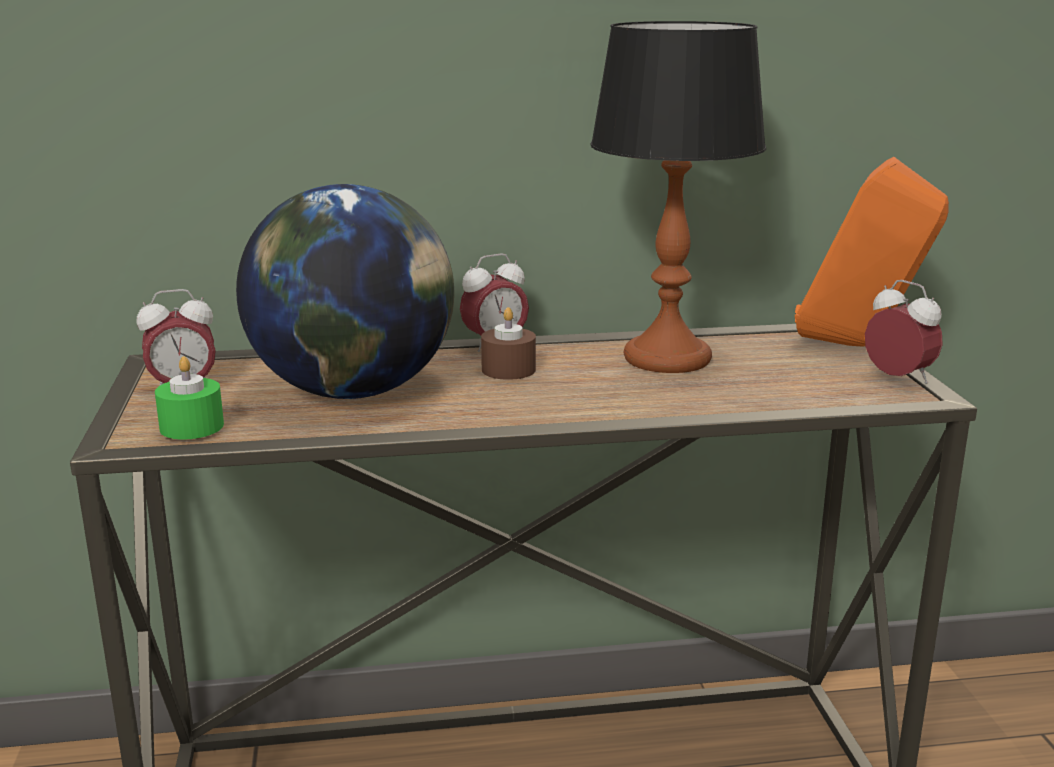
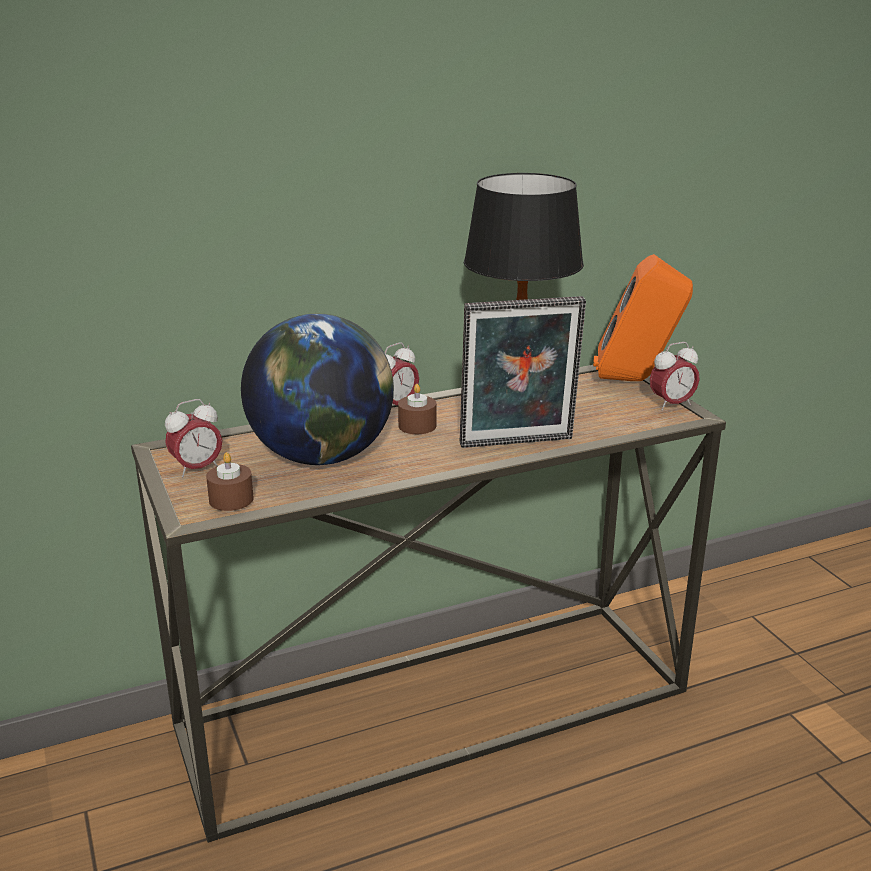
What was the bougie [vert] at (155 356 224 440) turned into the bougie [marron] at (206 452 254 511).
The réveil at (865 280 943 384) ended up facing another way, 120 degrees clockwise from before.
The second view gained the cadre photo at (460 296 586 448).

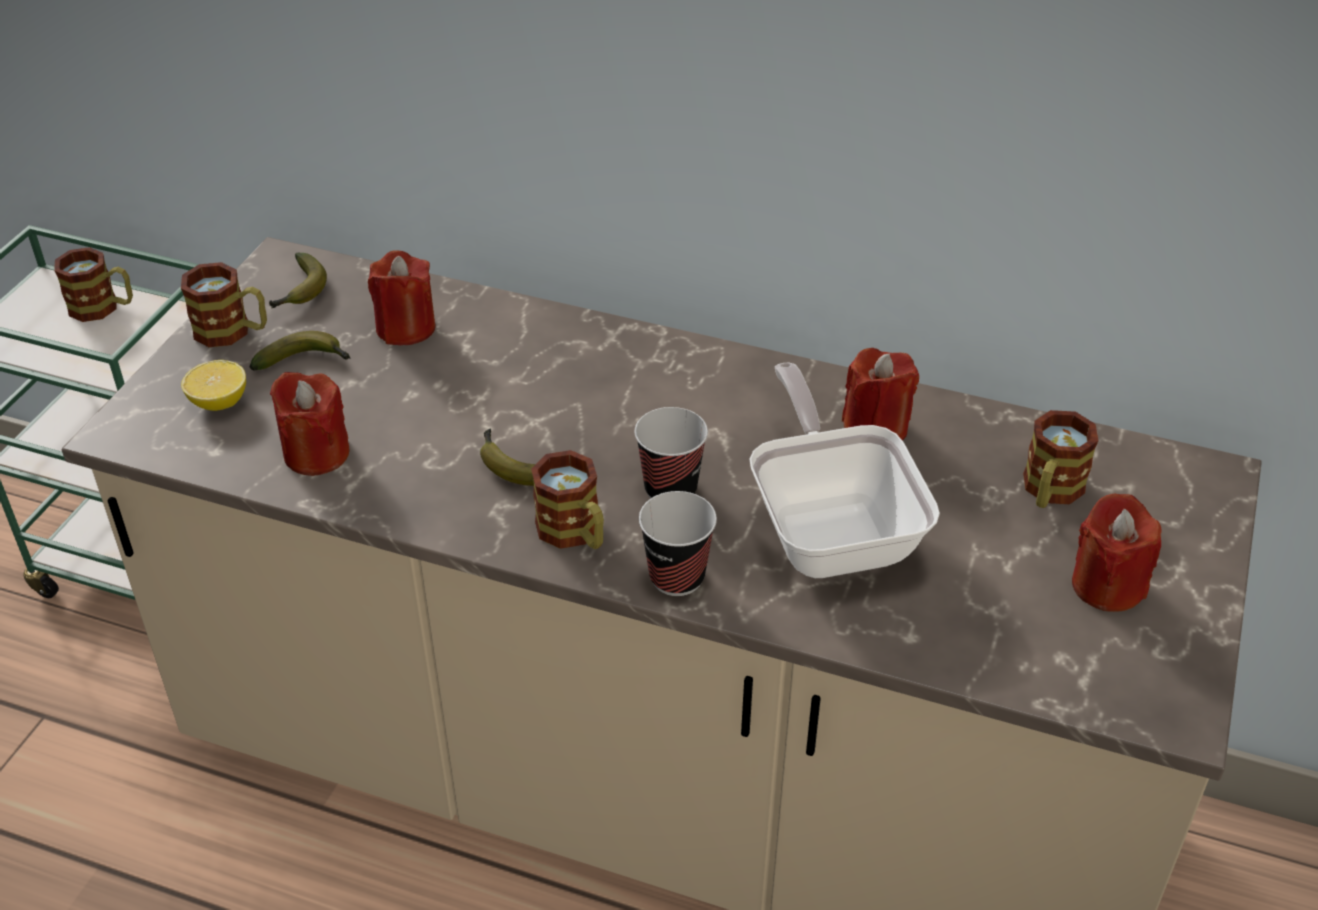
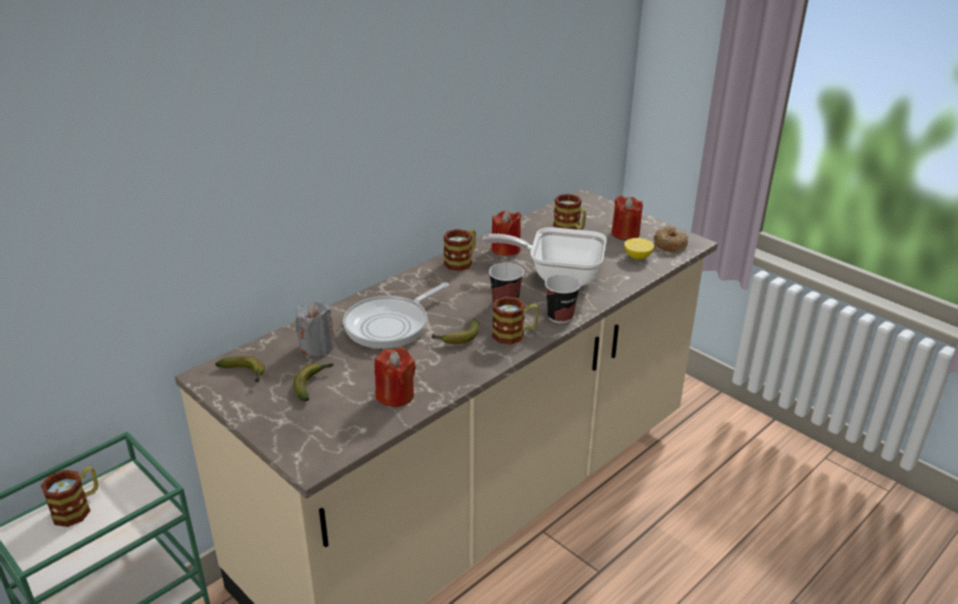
The mug ended up elsewhere, having gone from (181 262 267 347) to (443 229 476 271).
The citron ended up elsewhere, having gone from (181 360 246 411) to (624 238 654 259).
What was the bougie [rouge] at (368 251 435 345) turned into the bougie [gris] at (295 301 335 356).
The second view gained the poêle at (343 282 449 349).
The second view gained the beignet at (654 227 688 252).

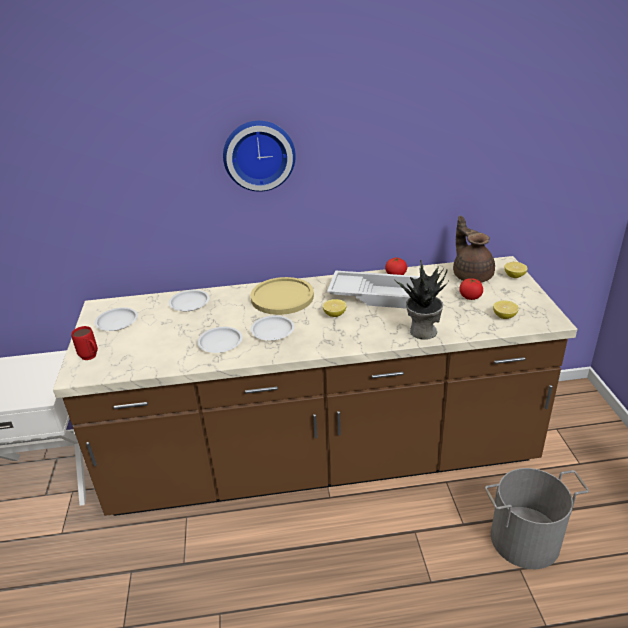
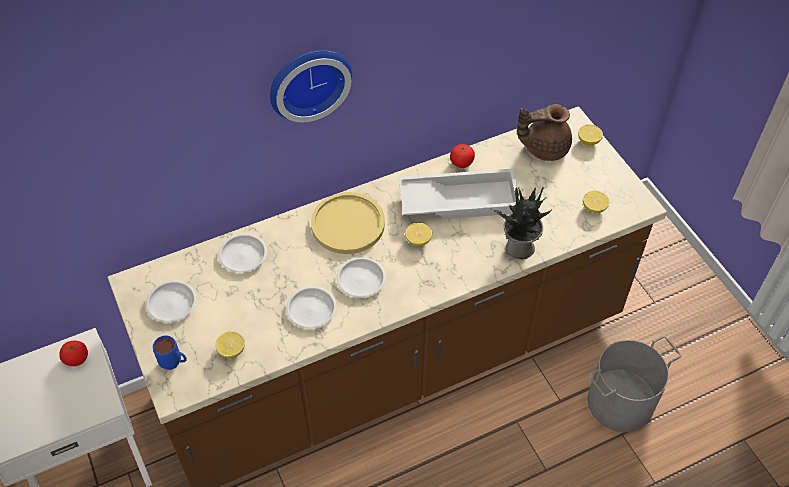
What was the mug [rouge] at (71 326 98 360) turned into the mug [bleu] at (153 335 187 370).
The théière [marron] at (453 216 495 283) ended up facing another way, 60 degrees counterclockwise from before.
The tomate ended up elsewhere, having gone from (459 278 483 300) to (59 341 88 366).
The second view gained the citron at (215 331 245 358).

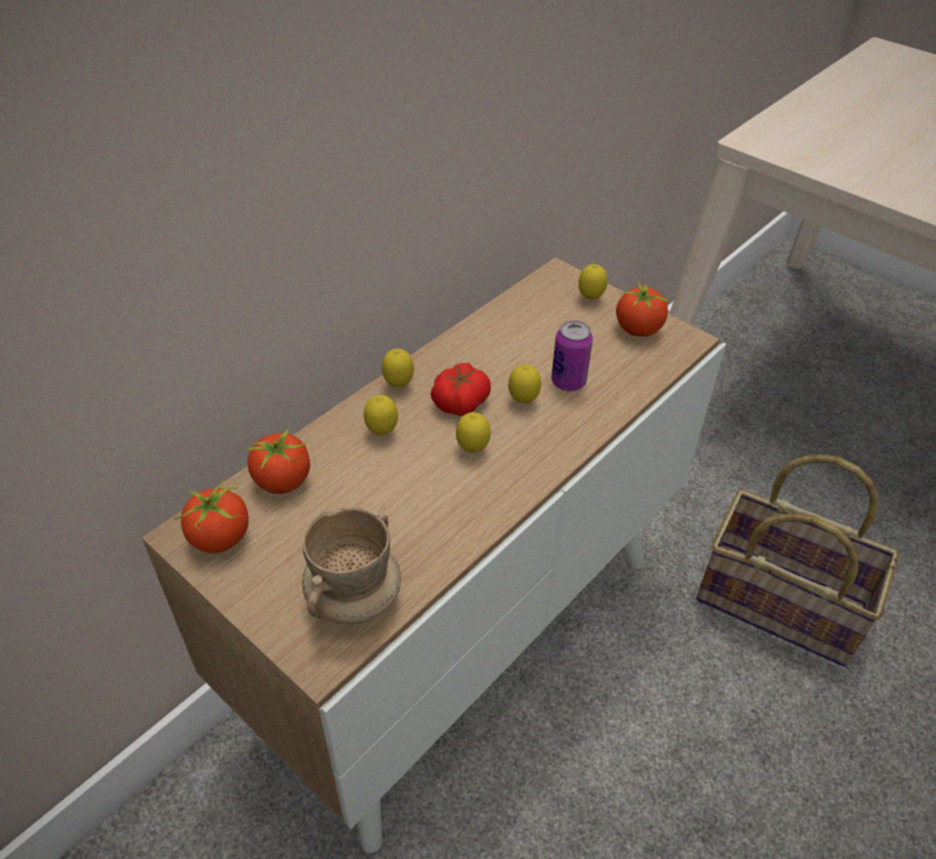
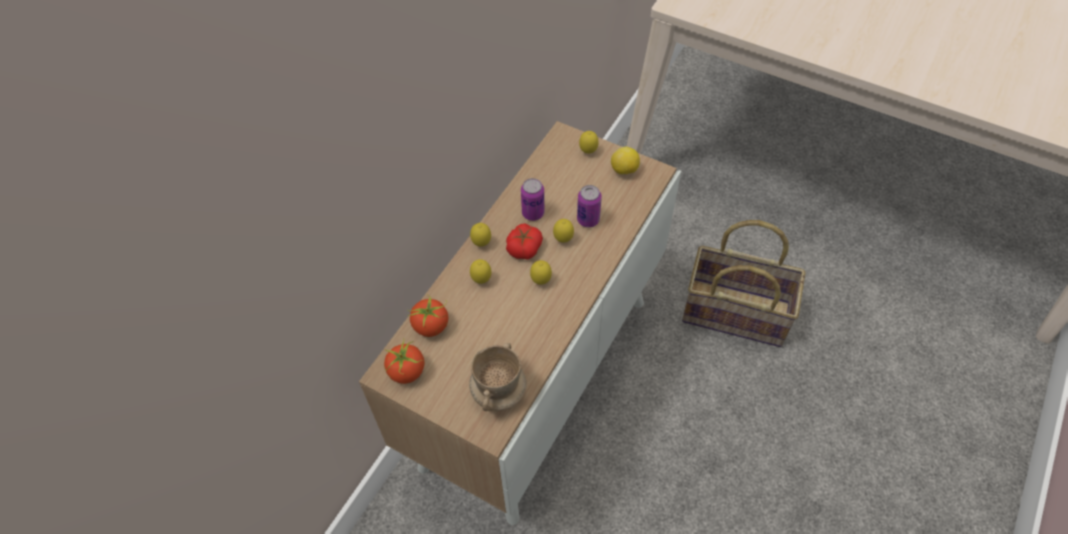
Where the tomate stood at (616 280 672 336), the citron came to stand at (611 147 640 175).
The second view gained the boîte métallique at (521 178 544 221).

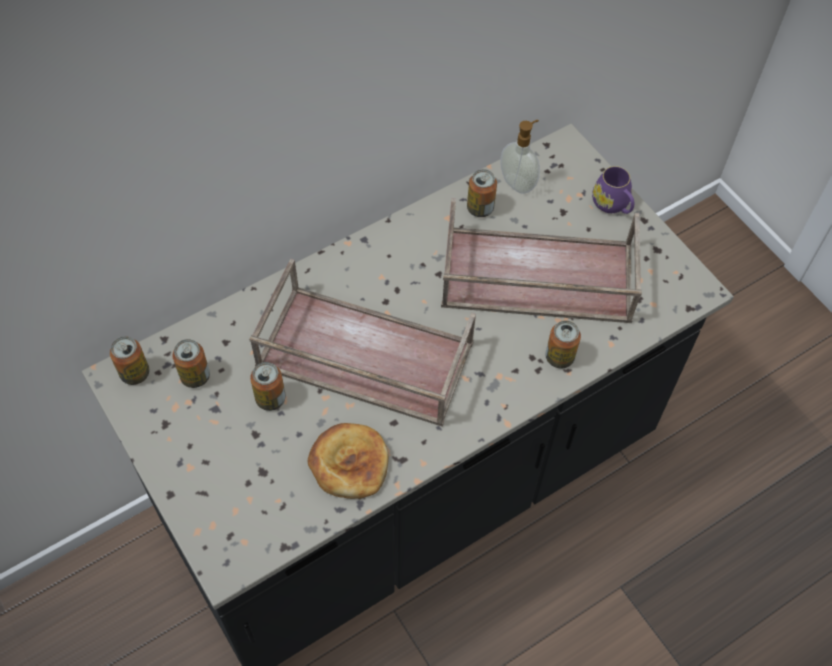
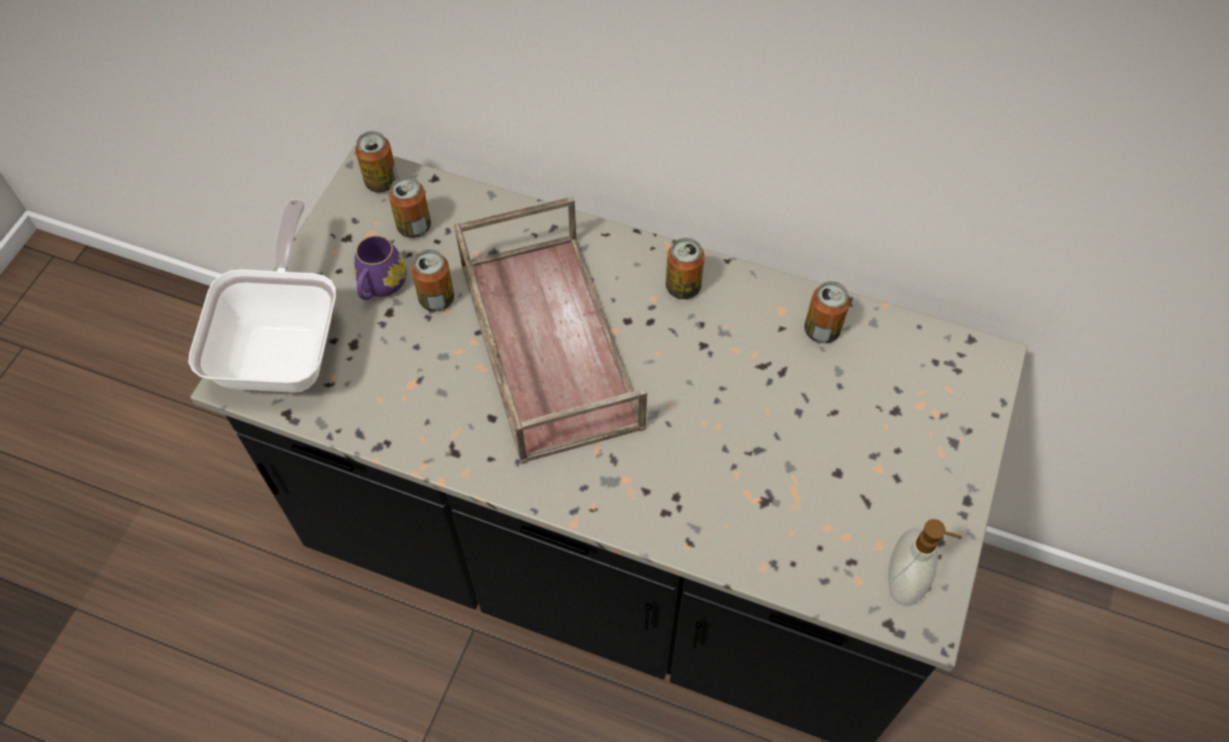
The second view lost the pain at (308 423 389 499).
The second view lost the plateau [marron] at (441 198 642 323).
The distributeur de savon ended up elsewhere, having gone from (500 120 540 194) to (888 519 962 606).
The boîte métallique ended up elsewhere, having gone from (546 321 581 369) to (666 238 704 299).
The mug [violet] ended up elsewhere, having gone from (592 166 634 214) to (354 235 407 300).
The second view gained the poêle at (188 199 336 393).

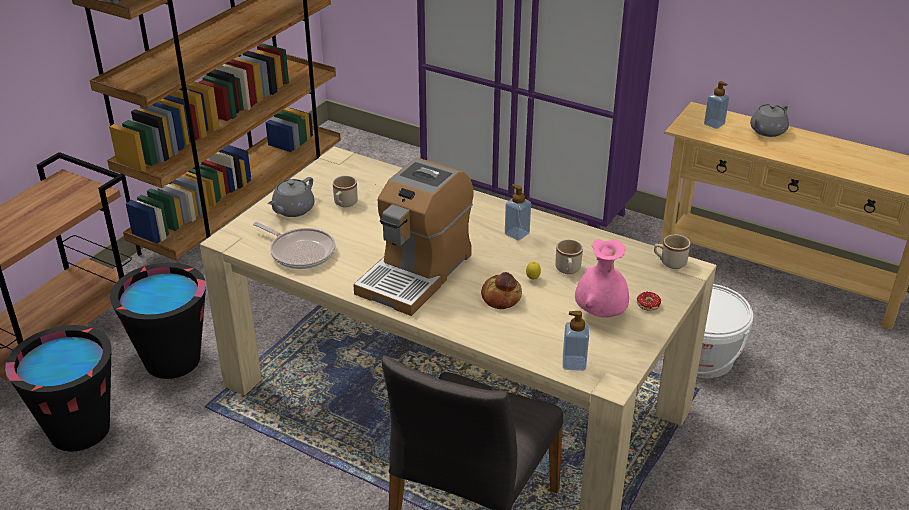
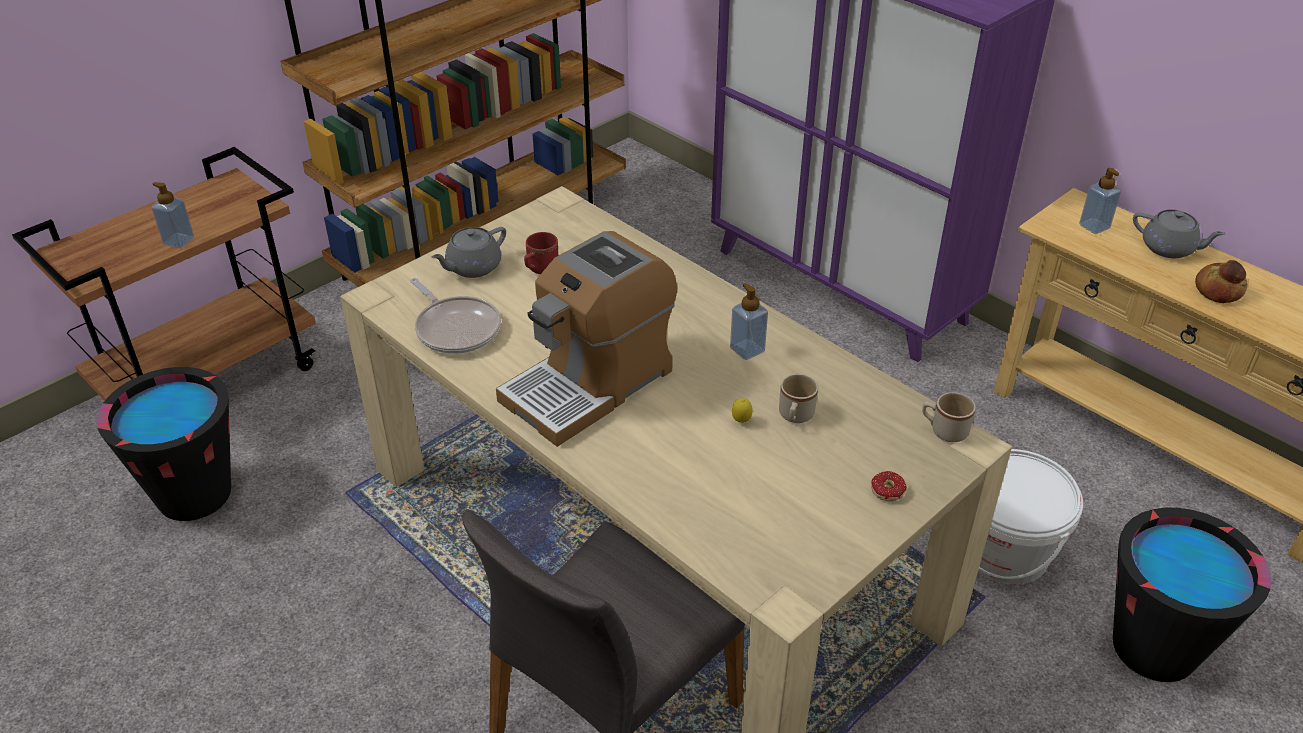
The seau [noir] ended up elsewhere, having gone from (110 263 206 379) to (1113 507 1271 682).
What was the mug [beige] at (333 176 358 207) turned into the mug [rouge] at (524 232 558 274).
The pain ended up elsewhere, having gone from (481 272 522 309) to (1195 260 1247 303).
The distributeur de savon ended up elsewhere, having gone from (563 311 589 371) to (152 182 194 248).
The second view lost the vase [rose] at (575 239 629 317).
The théière [gris] at (750 104 789 137) ended up facing another way, 120 degrees counterclockwise from before.

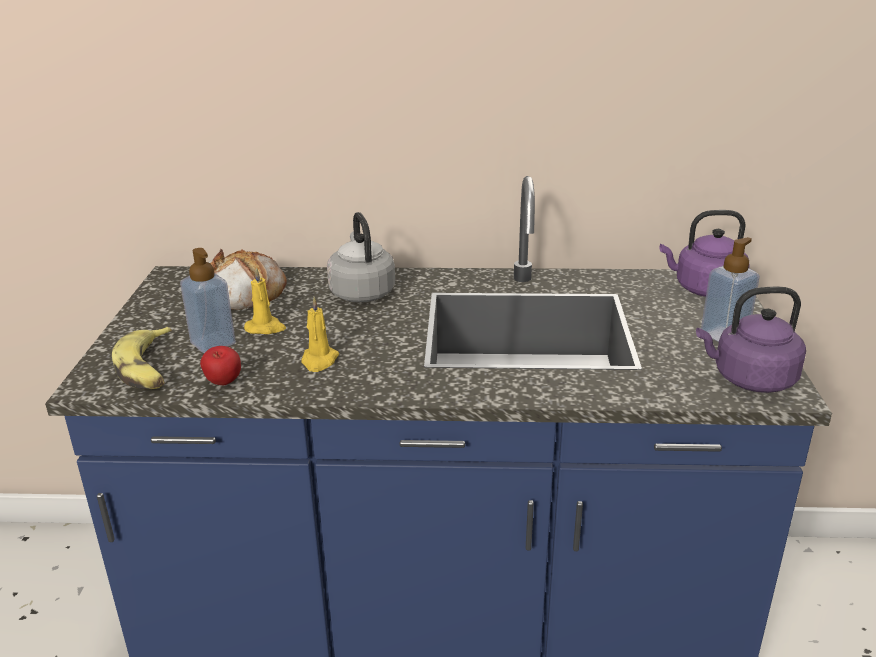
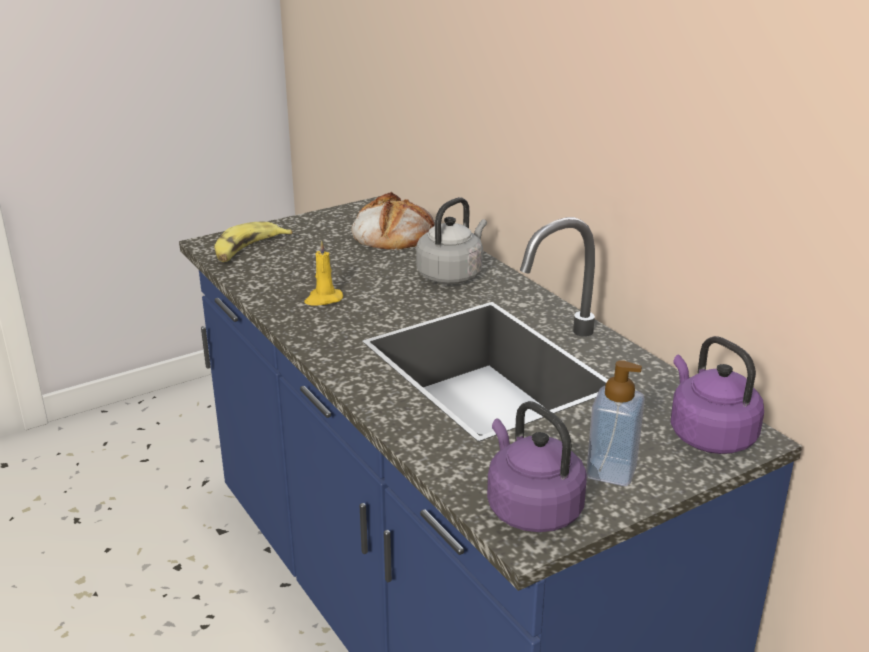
The second view lost the distributeur de savon at (180 248 236 353).
The second view lost the pomme at (200 346 241 385).
The second view lost the bougie [jaune] at (244 267 286 334).

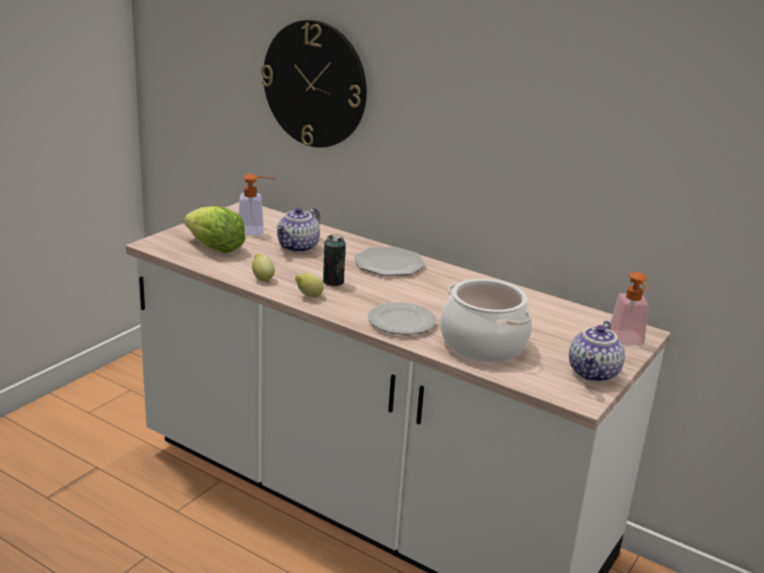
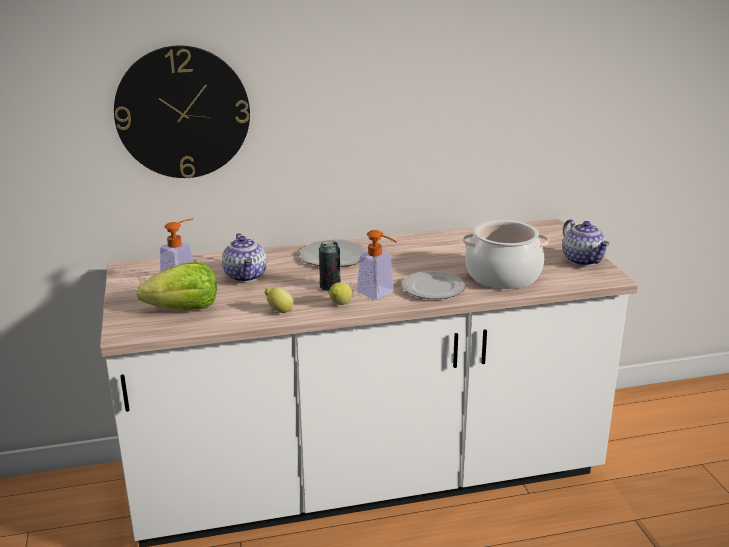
The distributeur de savon ended up elsewhere, having gone from (610 272 649 345) to (357 230 397 299).

